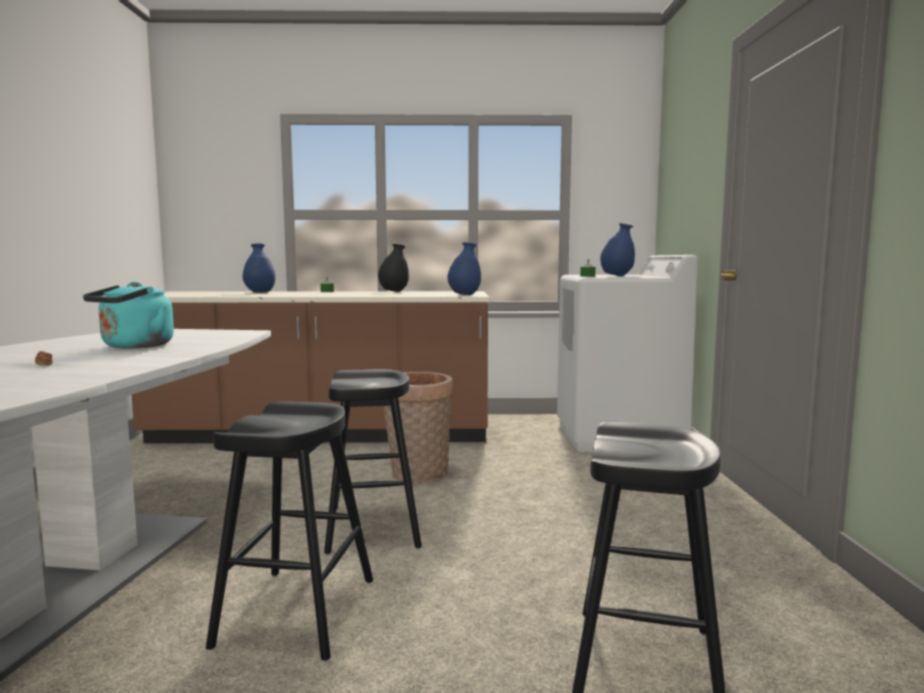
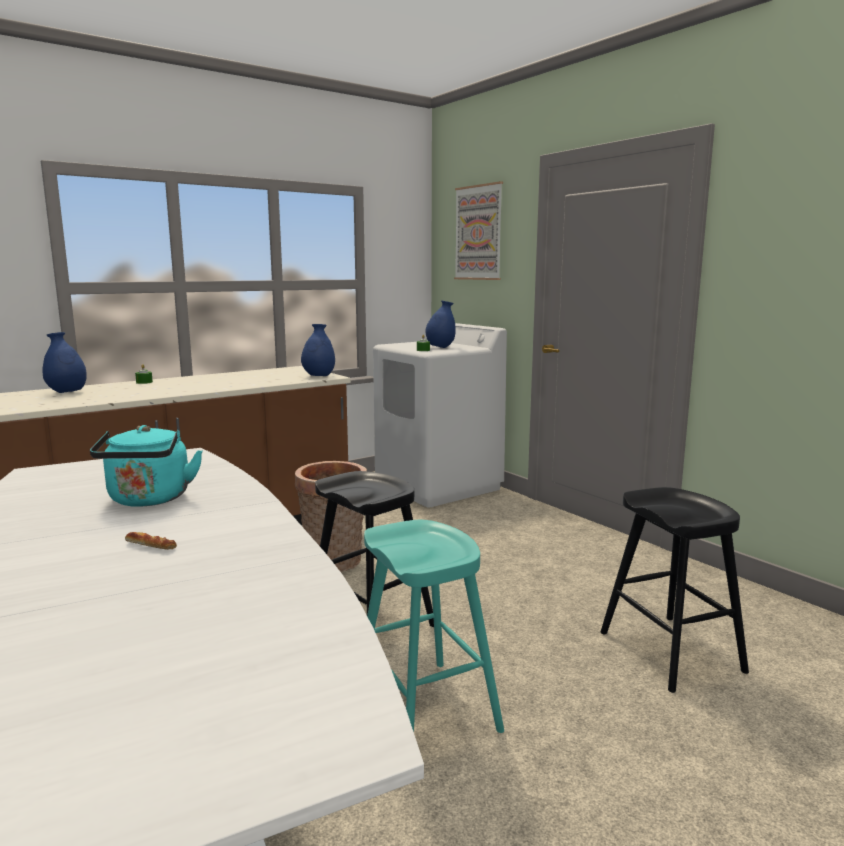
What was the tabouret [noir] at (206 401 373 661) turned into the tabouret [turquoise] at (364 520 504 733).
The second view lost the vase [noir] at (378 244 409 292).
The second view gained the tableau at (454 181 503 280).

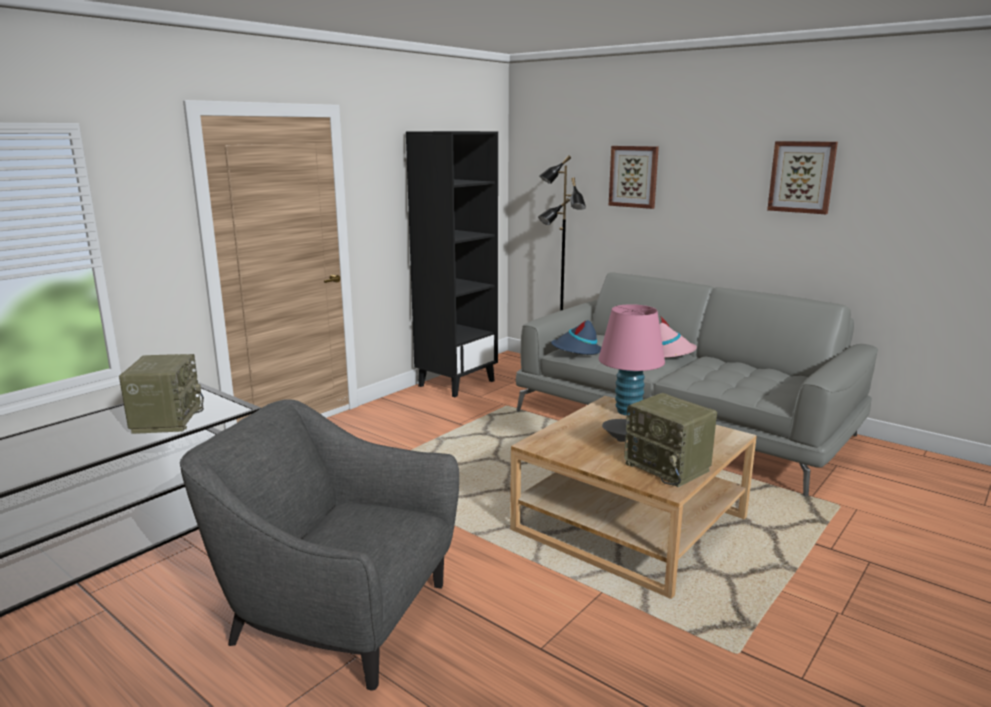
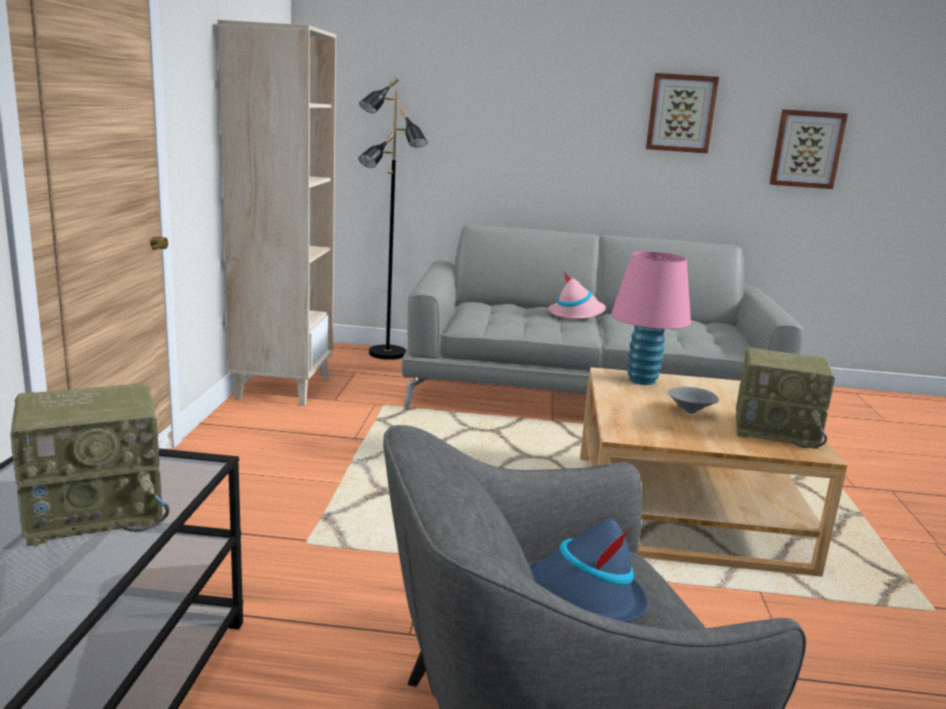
The radio at (119 354 204 434) ended up facing another way, 105 degrees clockwise from before.
What was the bibliothèque [noir] at (406 131 498 397) turned into the bibliothèque [beige] at (217 20 336 406).
The chapeau [bleu] ended up elsewhere, having gone from (551 320 601 355) to (529 519 648 622).
The tableau ended up elsewhere, having gone from (609 146 659 209) to (769 109 848 189).

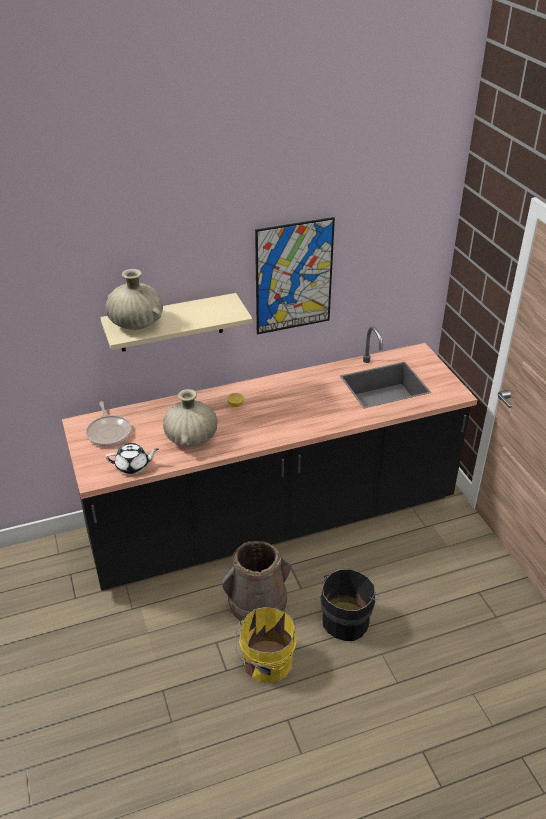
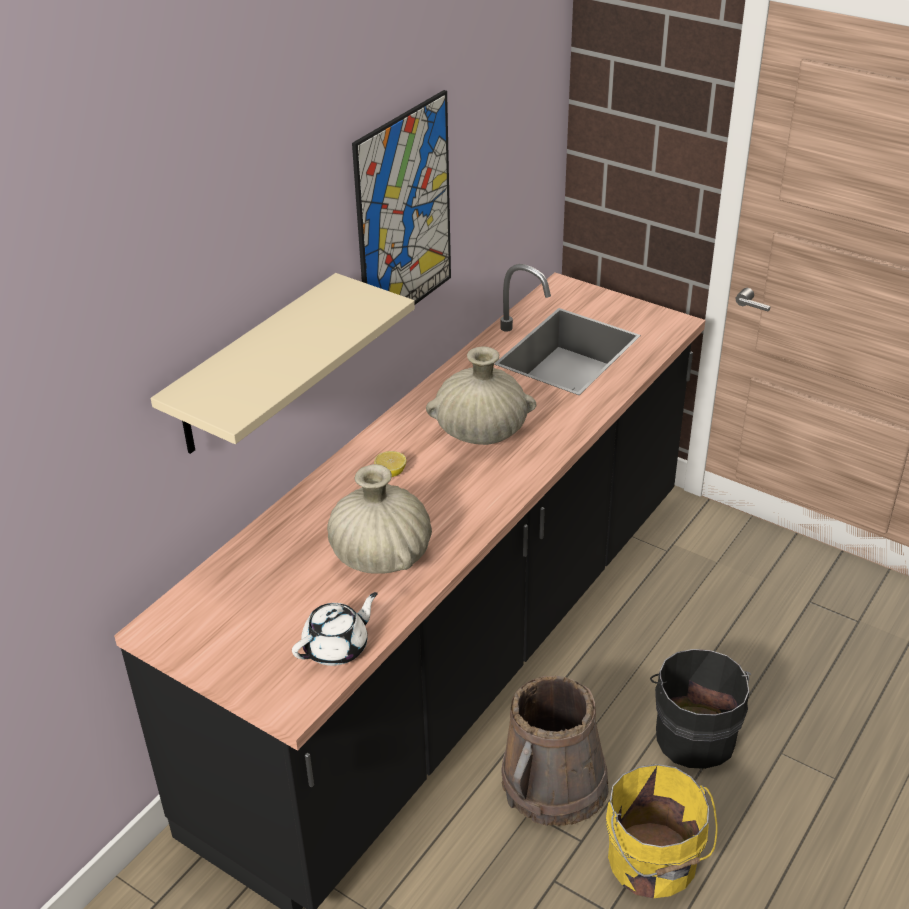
The second view lost the poêle at (86 401 132 446).
The vase [beige] ended up elsewhere, having gone from (106 269 163 330) to (426 346 536 445).

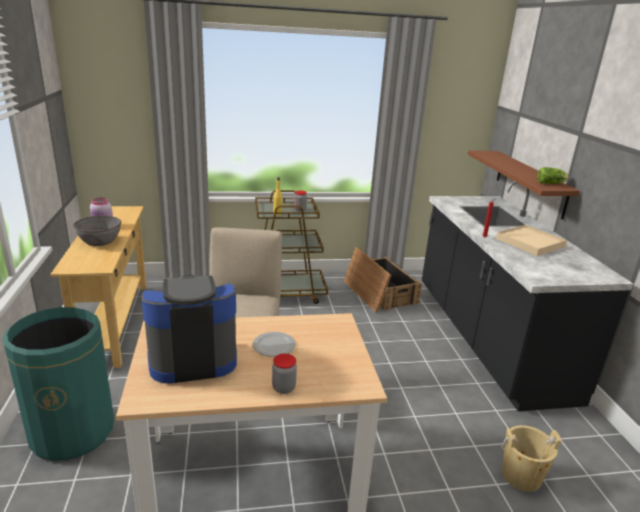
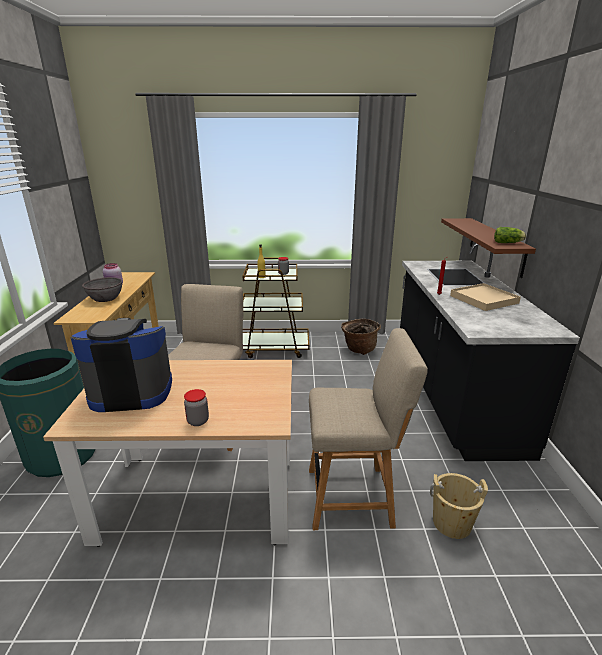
The second view lost the assiette at (253 332 296 357).
Where the caisse stood at (344 247 422 313), the panier came to stand at (341 319 381 355).
The second view gained the chaise [beige] at (309 328 428 530).

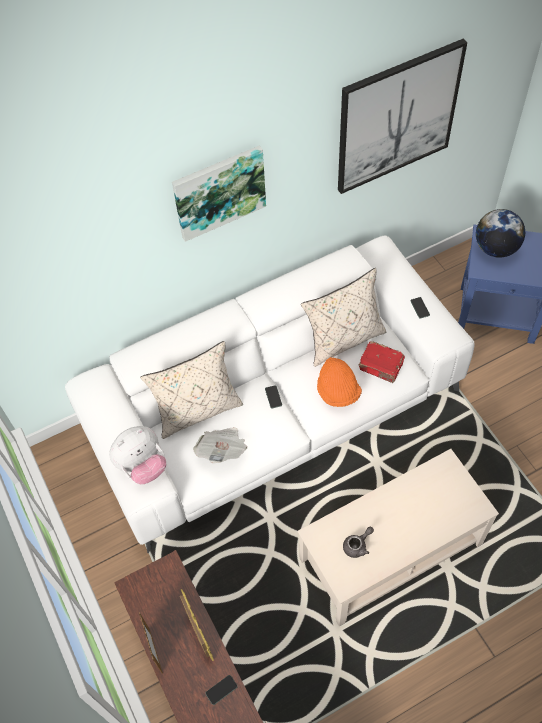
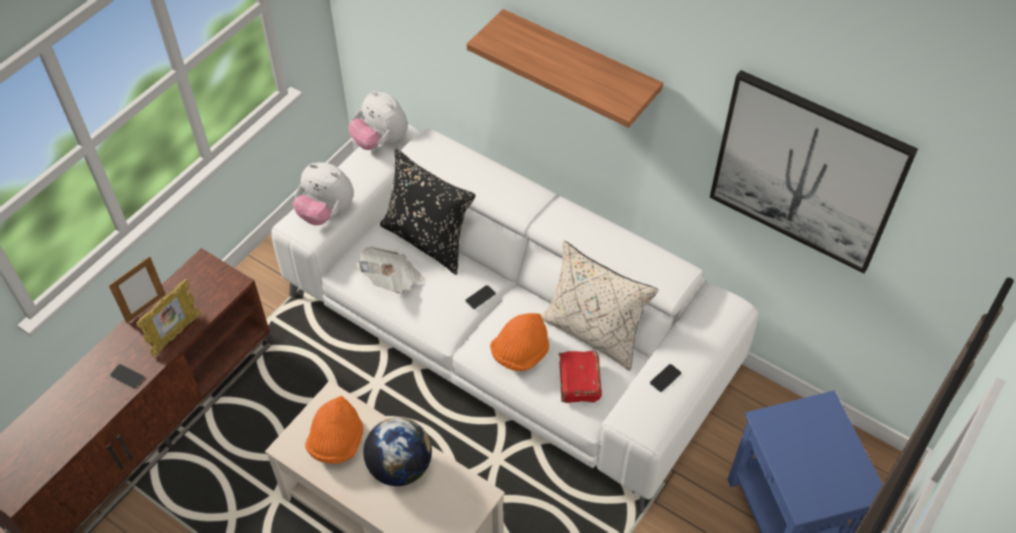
What was the coussin [beige] at (140 341 243 439) turned into the coussin [noir] at (380 148 476 275).
Where the tableau hung at (172 145 266 242), the étagère came to hang at (467 9 663 128).
Where the théière [gris] stood at (343 526 374 558), the chapeau [orange] came to stand at (305 396 363 464).
The globe ended up elsewhere, having gone from (476 209 525 258) to (363 417 432 486).
The second view gained the peluche at (349 91 408 150).

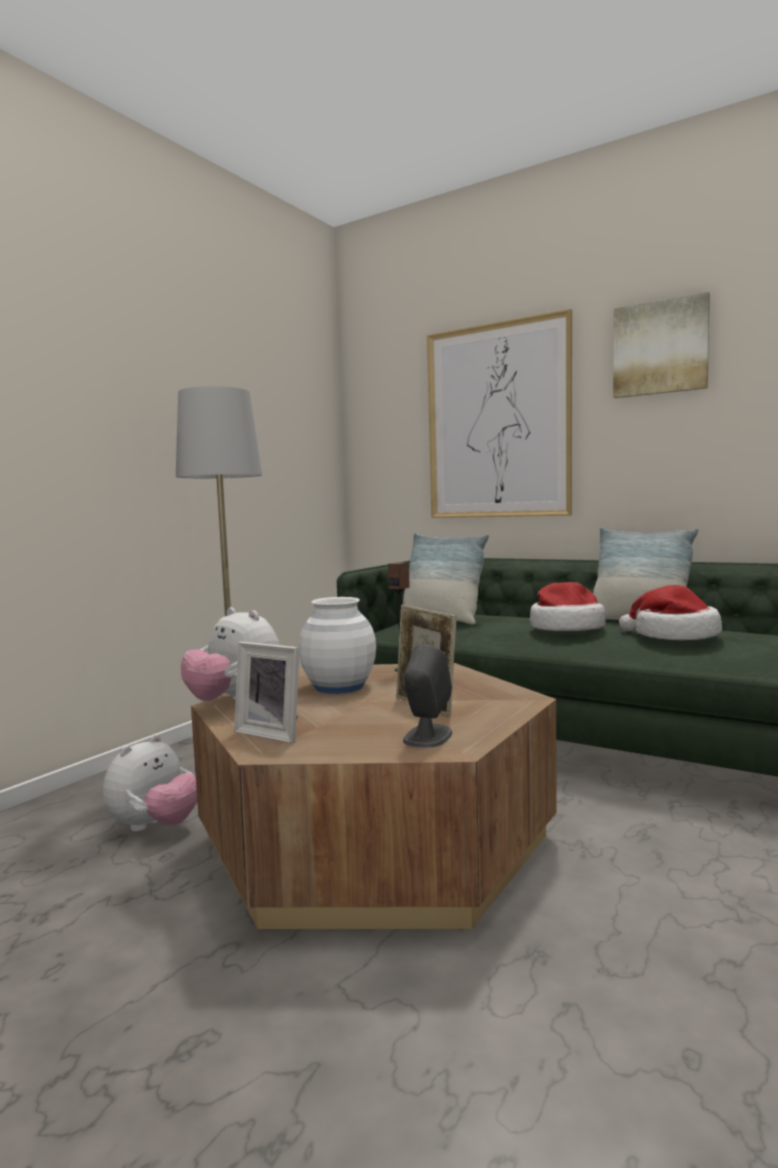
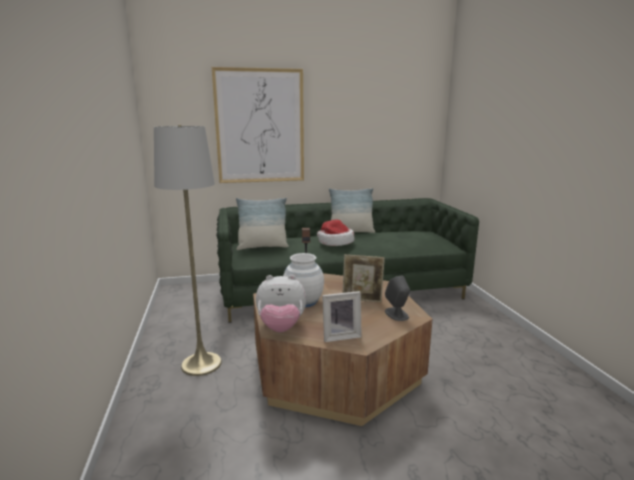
The second view lost the peluche at (103 735 197 832).
The second view lost the tableau at (613 292 710 398).
The second view lost the chapeau at (619 585 722 640).

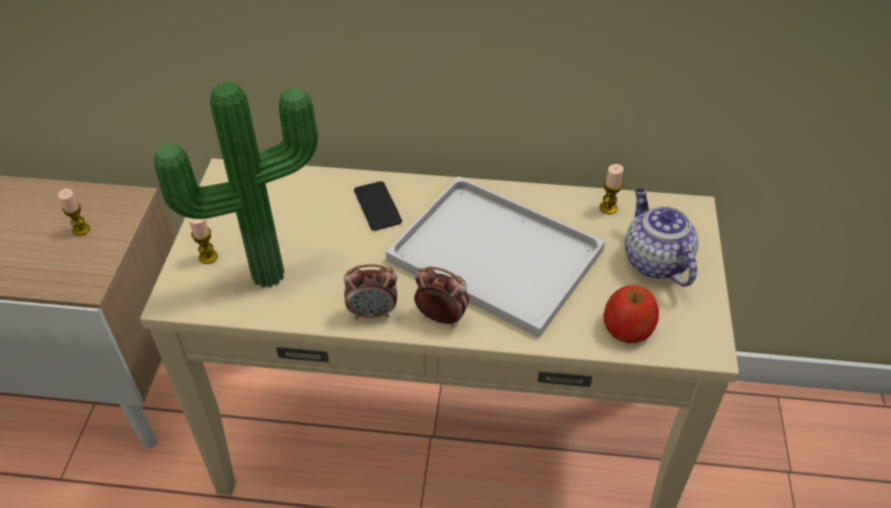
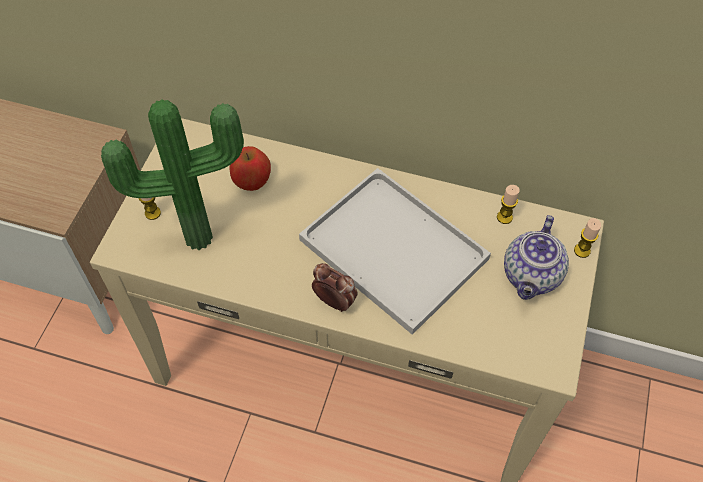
The bougie ended up elsewhere, having gone from (58 189 90 236) to (574 218 601 258).
The second view lost the réveil at (344 264 397 319).
The second view lost the téléphone at (354 181 402 231).
The pomme ended up elsewhere, having gone from (603 285 659 343) to (230 146 271 191).
The théière at (625 188 698 287) ended up facing another way, 150 degrees counterclockwise from before.

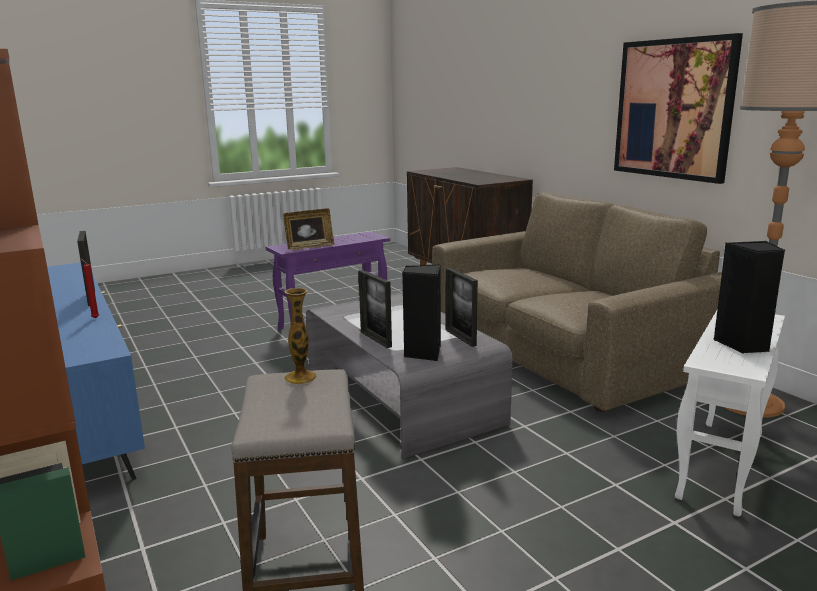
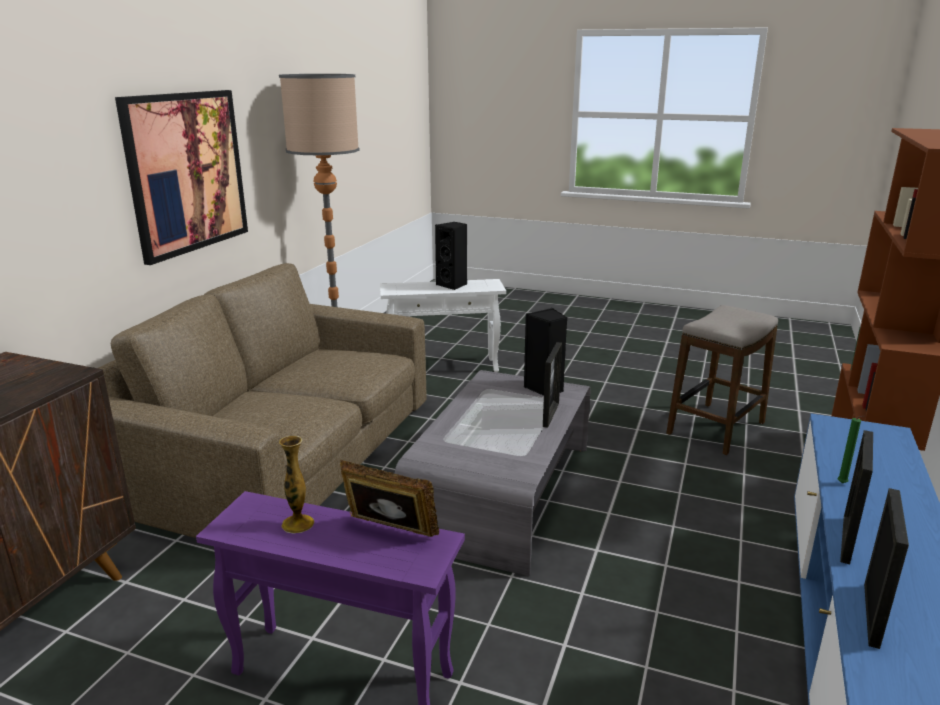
What was the bougie [rouge] at (81 259 99 319) turned into the bougie [vert] at (838 416 865 483).
The vase ended up elsewhere, having gone from (285 288 317 384) to (279 436 314 533).
The cadre photo ended up elsewhere, having gone from (446 268 478 347) to (864 488 909 649).

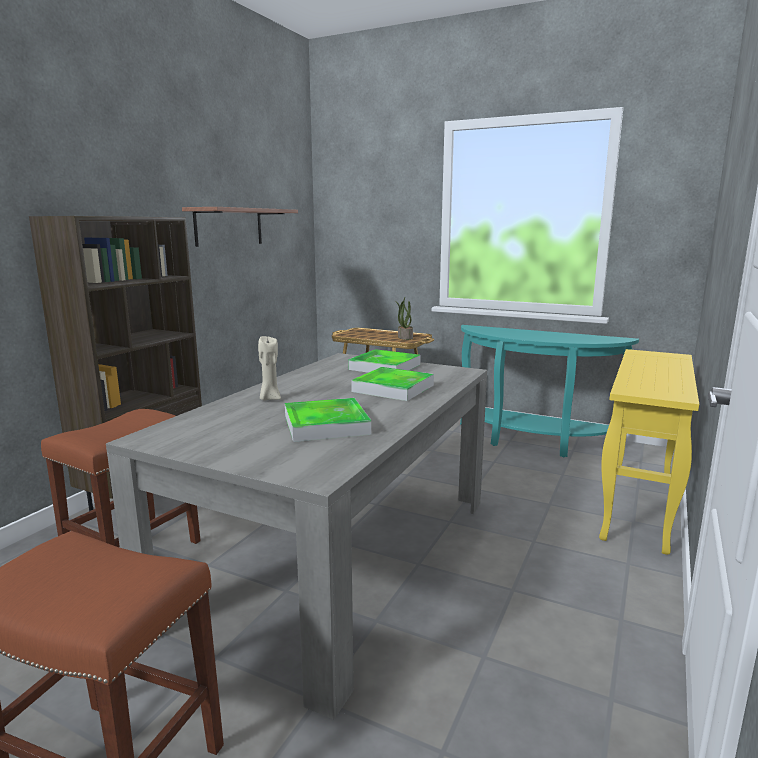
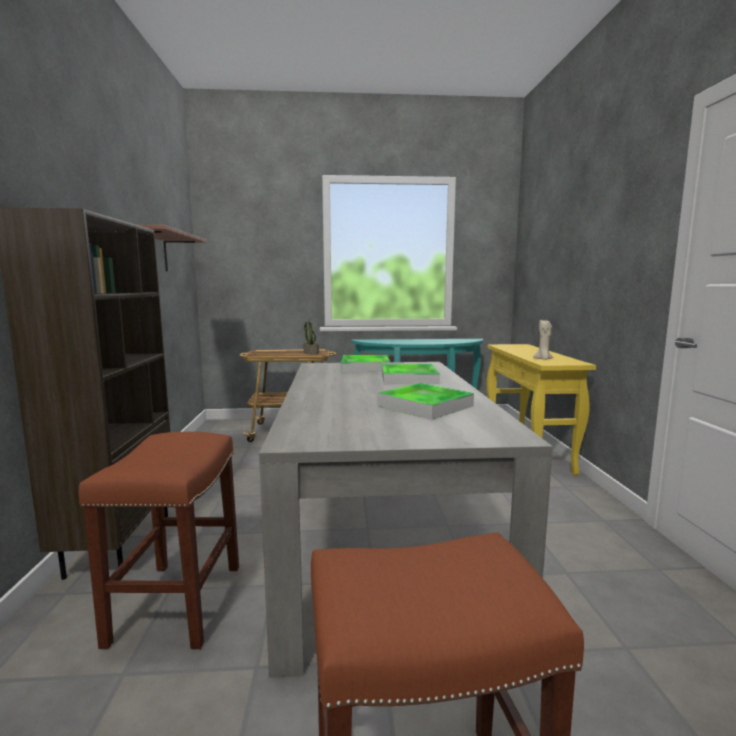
The bougie [beige] ended up elsewhere, having gone from (258 335 281 400) to (533 320 554 360).

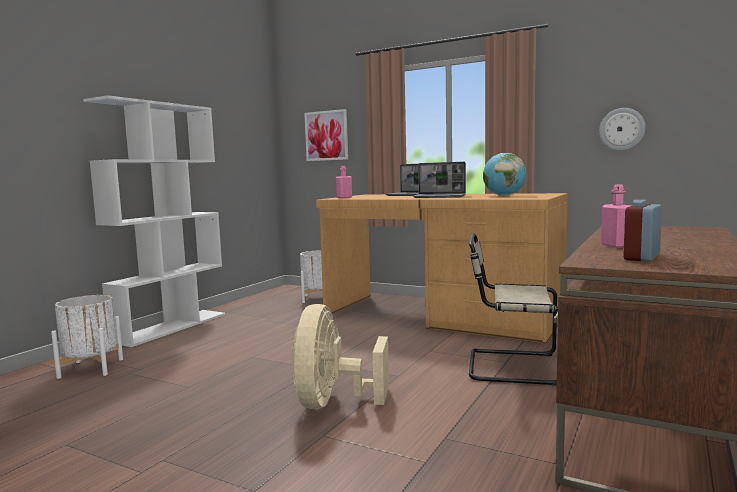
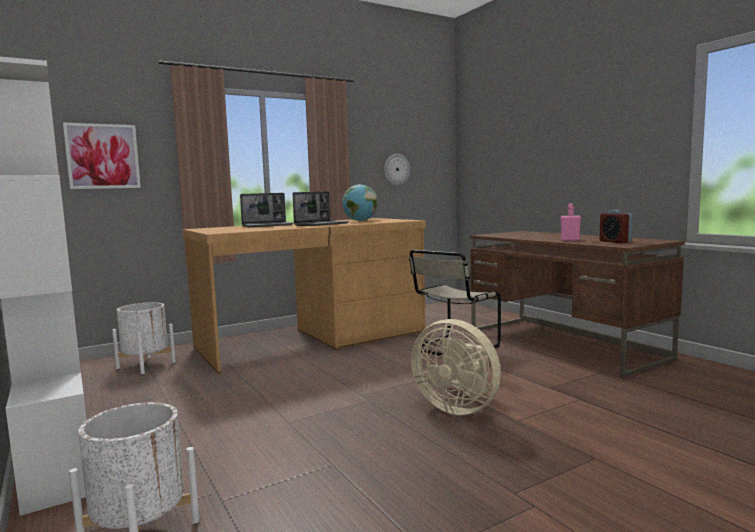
The second view lost the bouteille [rose] at (336 166 352 198).

